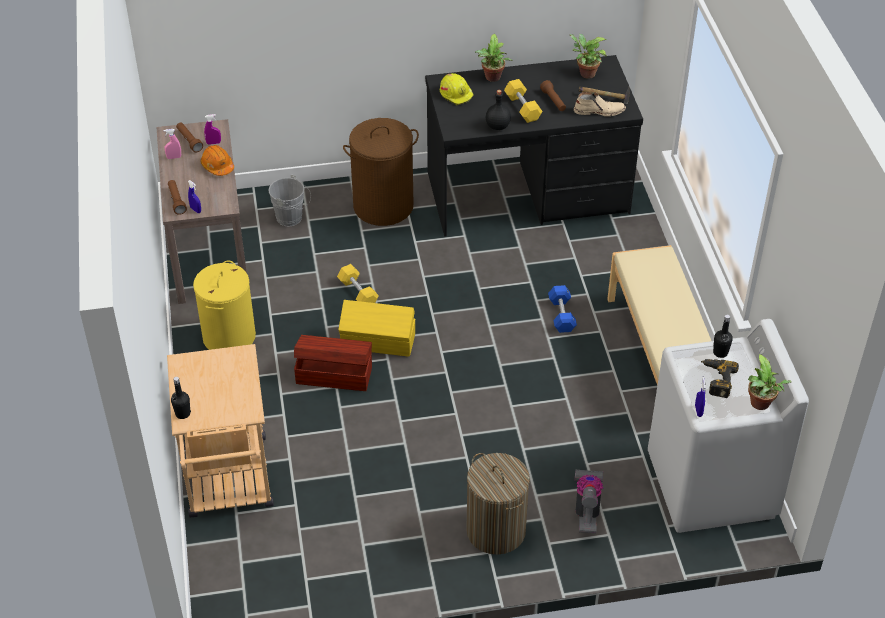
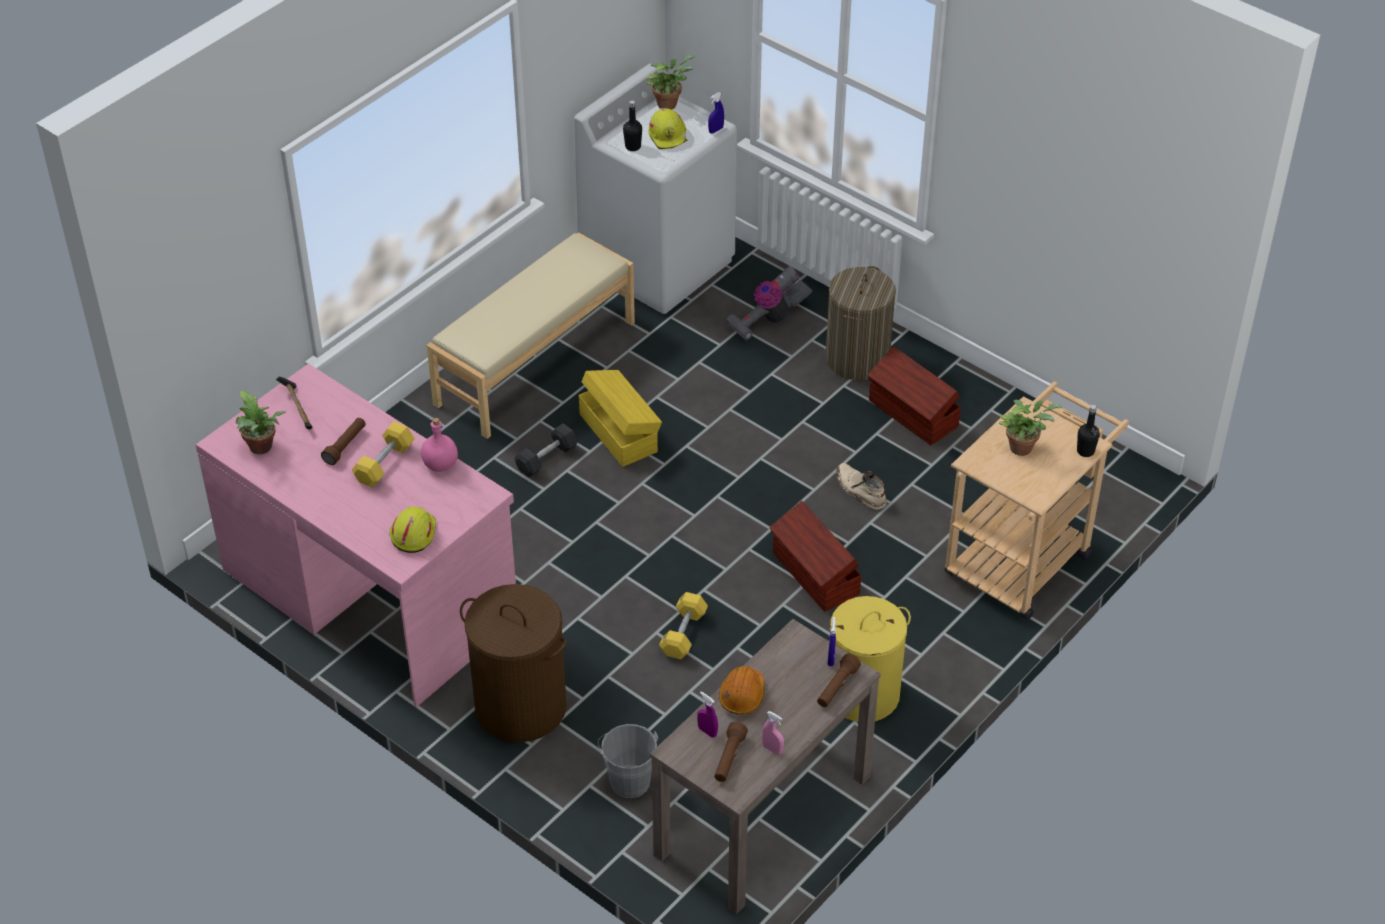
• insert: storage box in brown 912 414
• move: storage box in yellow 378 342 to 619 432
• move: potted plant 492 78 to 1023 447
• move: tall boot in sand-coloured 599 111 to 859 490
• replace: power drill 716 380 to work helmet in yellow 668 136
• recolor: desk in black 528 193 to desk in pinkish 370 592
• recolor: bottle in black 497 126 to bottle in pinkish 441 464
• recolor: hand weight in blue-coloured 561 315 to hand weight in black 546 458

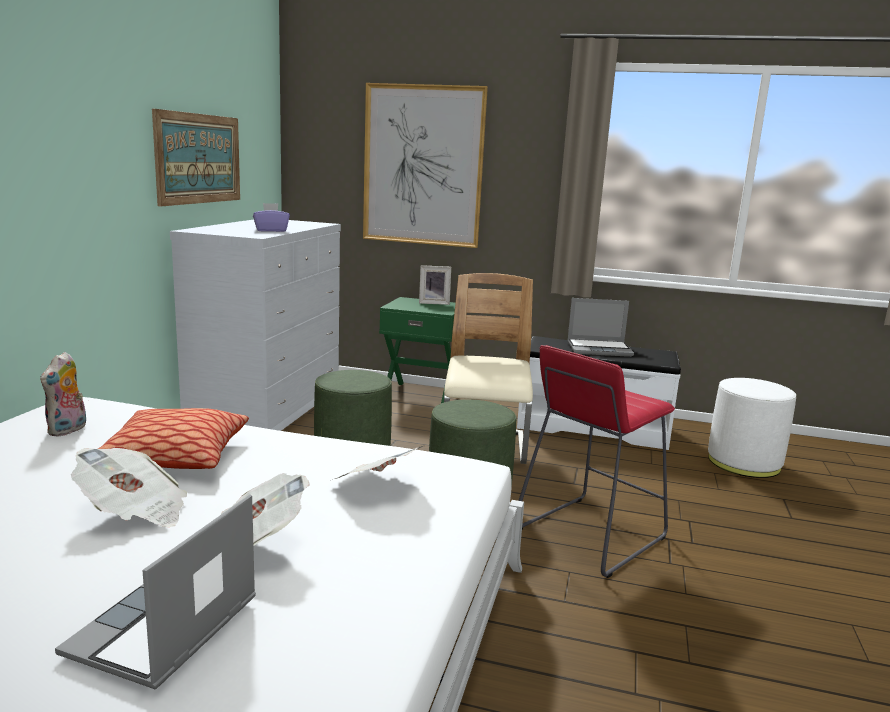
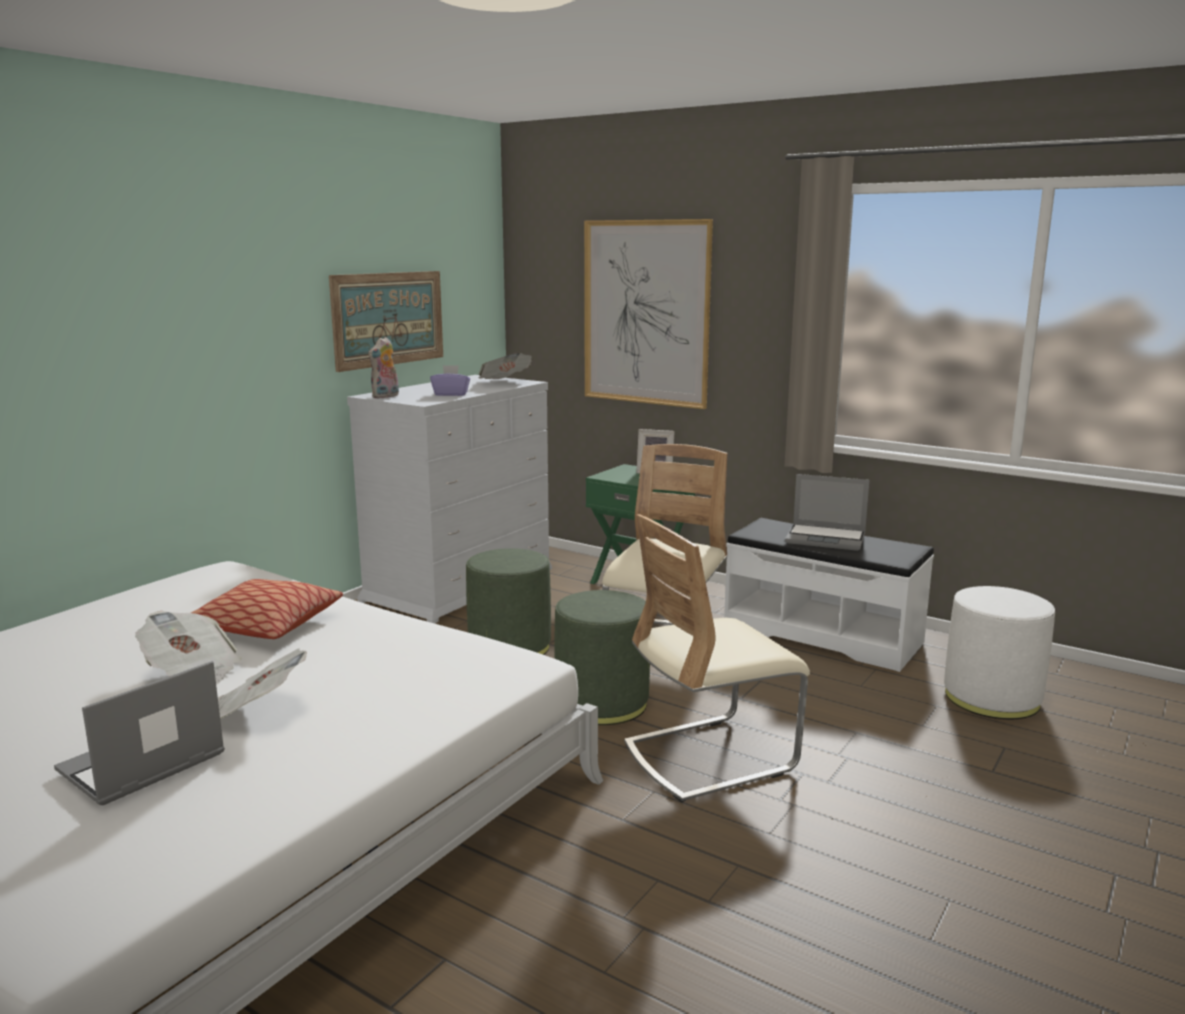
• move: soft toy 68 430 to 386 396
• move: daily paper 376 486 to 505 382
• replace: stool seat in reddish 589 535 to upright chair in sand-coloured 709 757

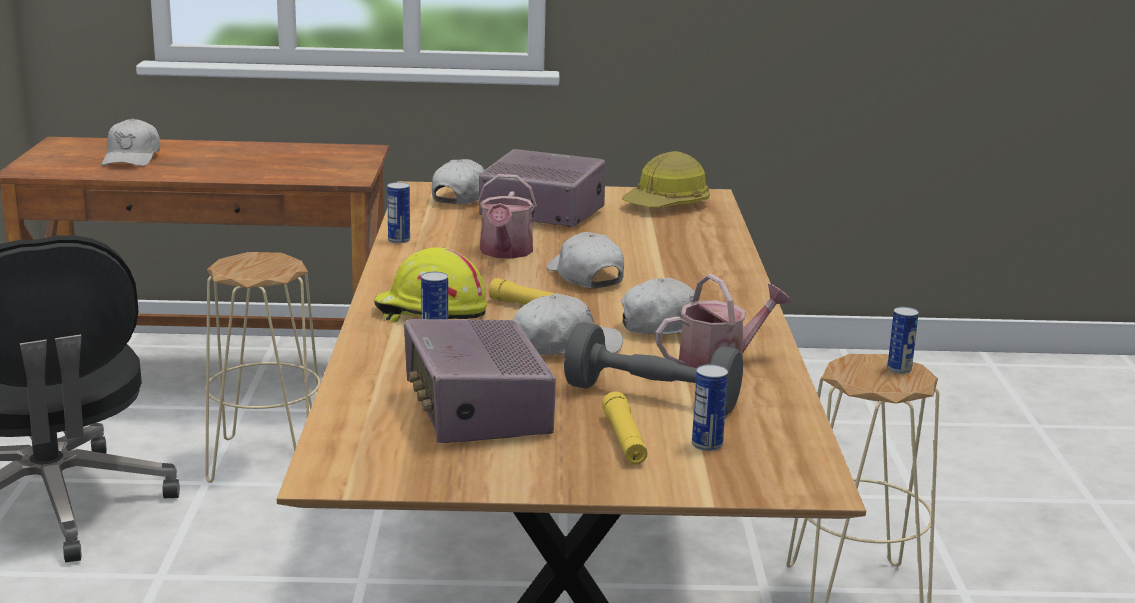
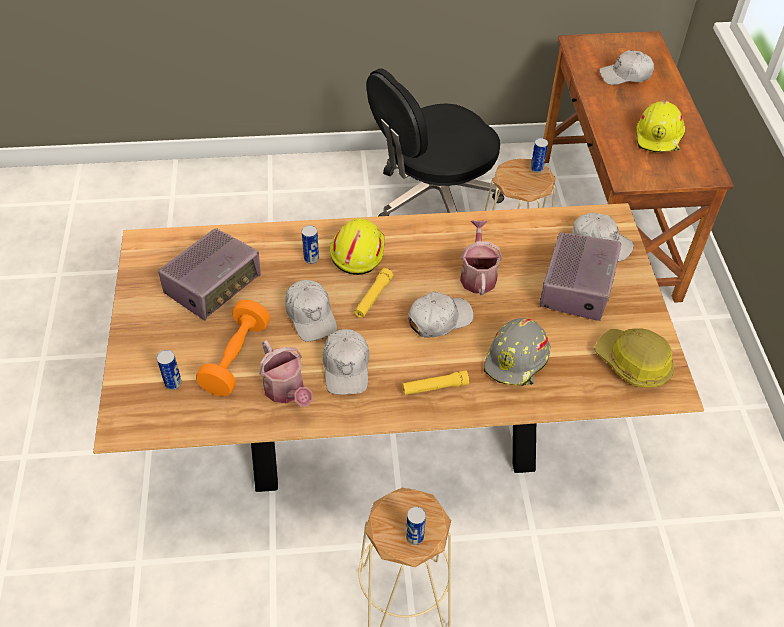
• insert: work helmet in gray 517 360
• insert: work helmet in yellow 659 137
• move: can 399 240 to 536 168
• move: torch in yellow 624 440 to 434 387
• recolor: hand weight in gray 651 398 to hand weight in orange 236 358
• rotate: radio 476 412 = 214 285 150 degrees clockwise
• rotate: watering pot 505 253 = 478 275 90 degrees clockwise

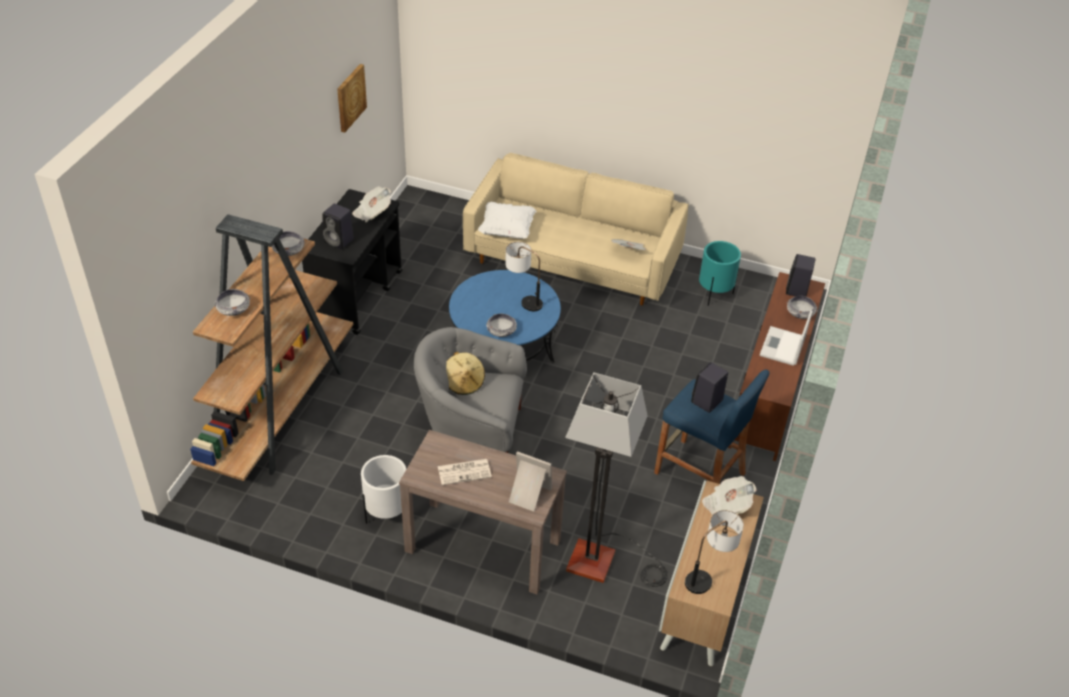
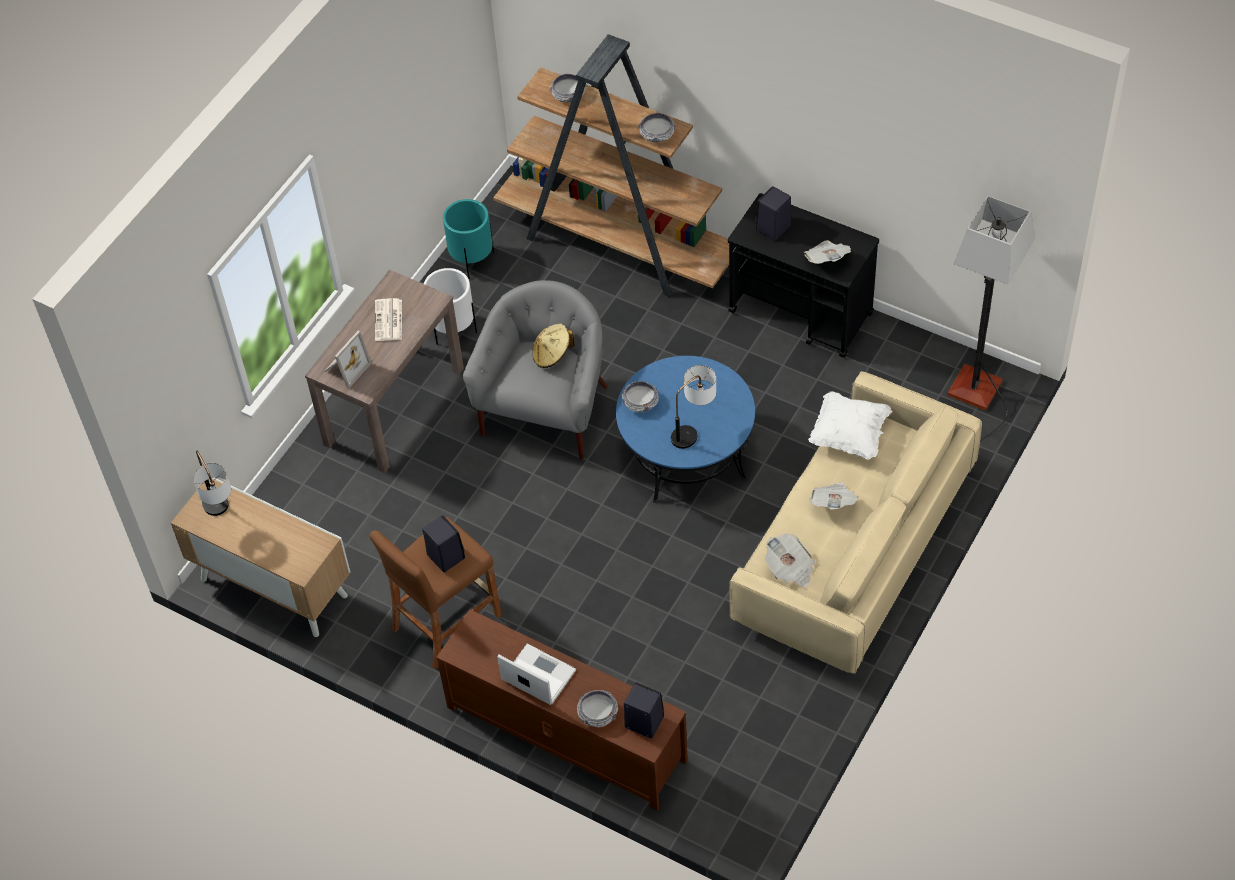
• delete: wall picture 350 97
• move: standard lamp 605 562 to 972 401
• move: planter in turquoise-coloured 714 294 to 472 260
• move: daily paper 726 505 to 833 503
• recolor: stool seat in blue-coloured 699 473 to stool seat in brown 446 622

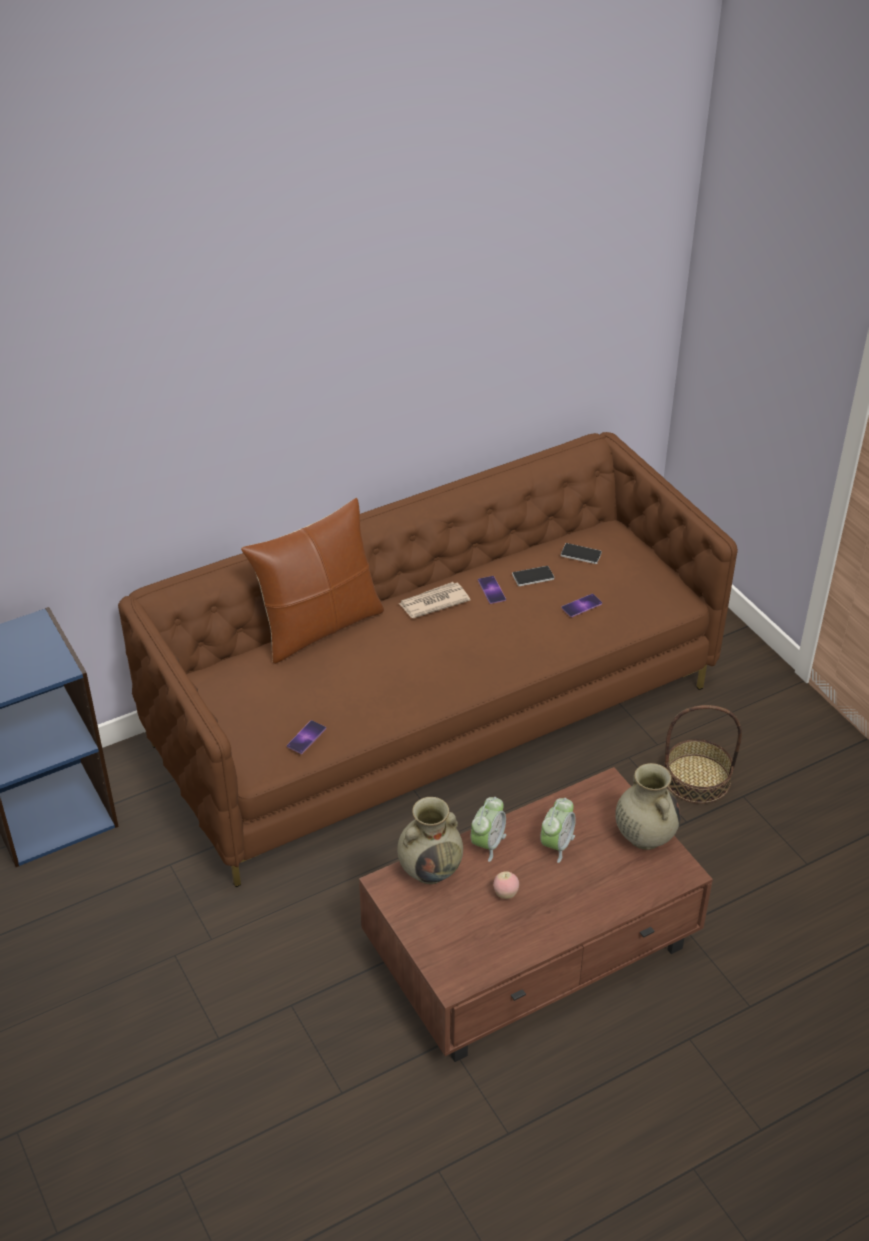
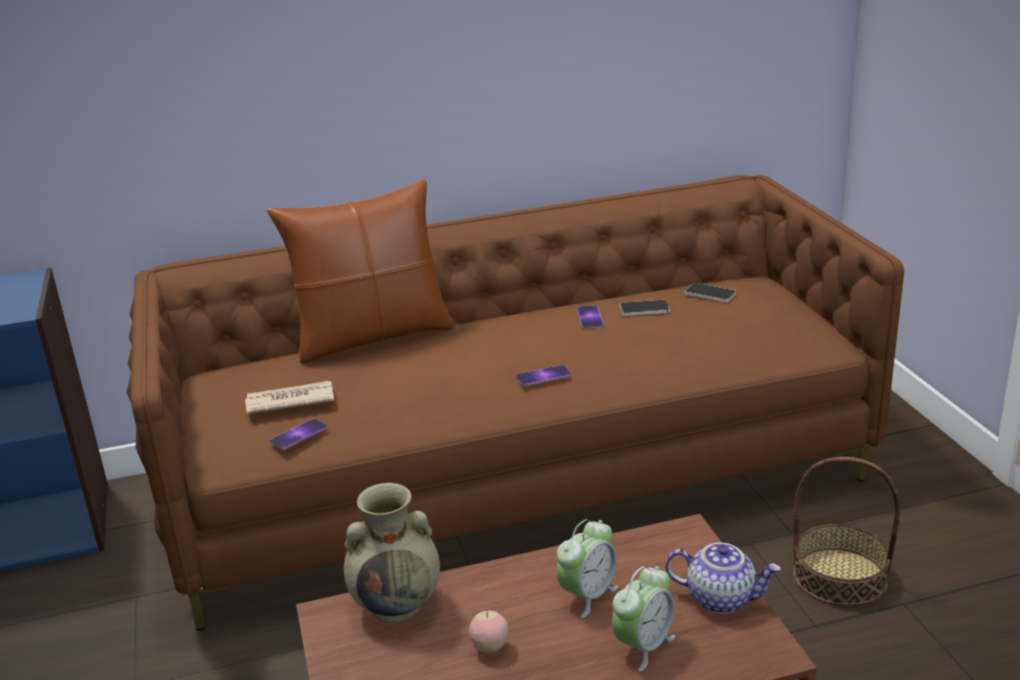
• move: daily paper 433 602 to 289 401
• move: bedside clock 487 844 to 643 646
• move: handset 581 605 to 543 376
• replace: vase in sand-coloured 644 835 to tea pot 721 598

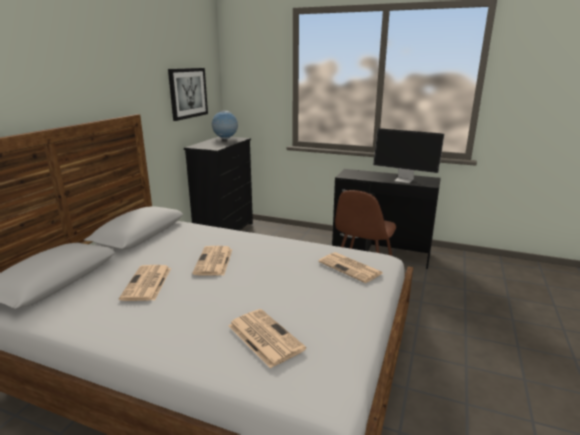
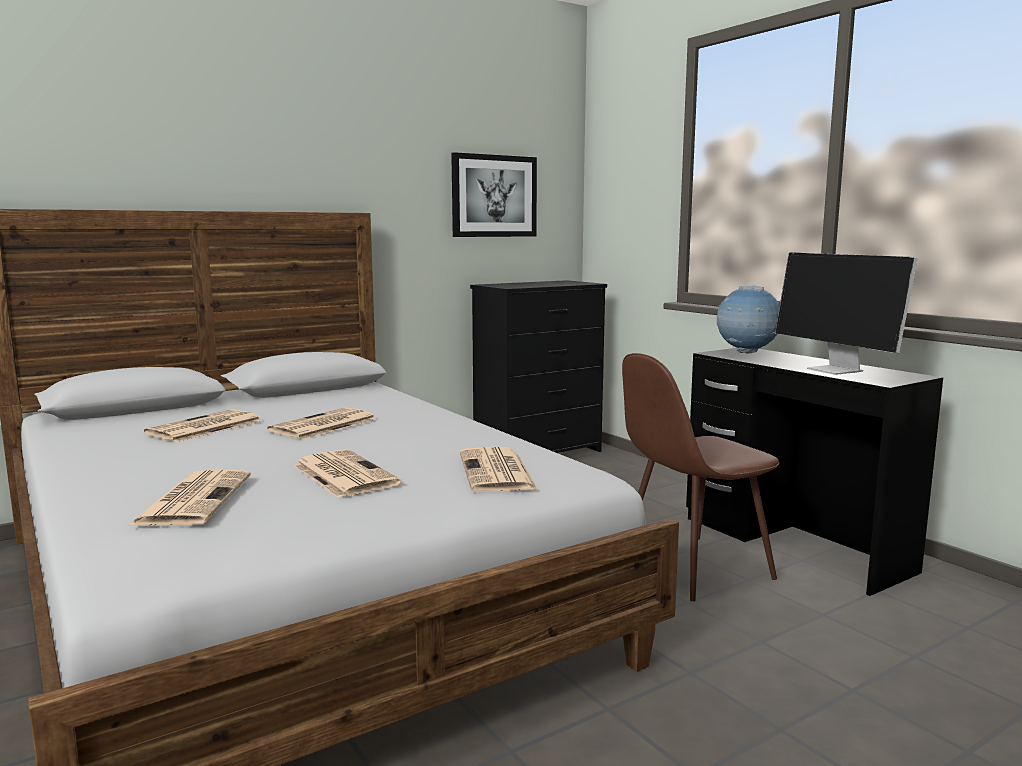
• insert: daily paper 343 474
• move: world globe 225 139 to 746 353

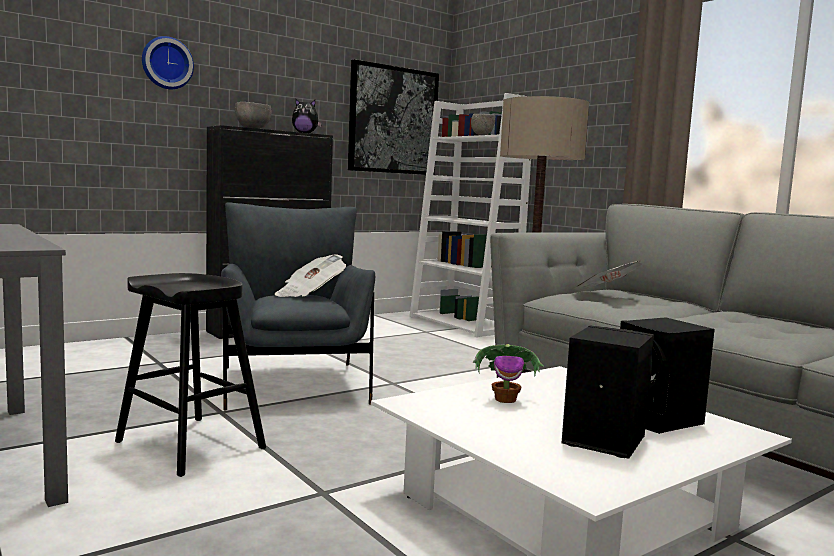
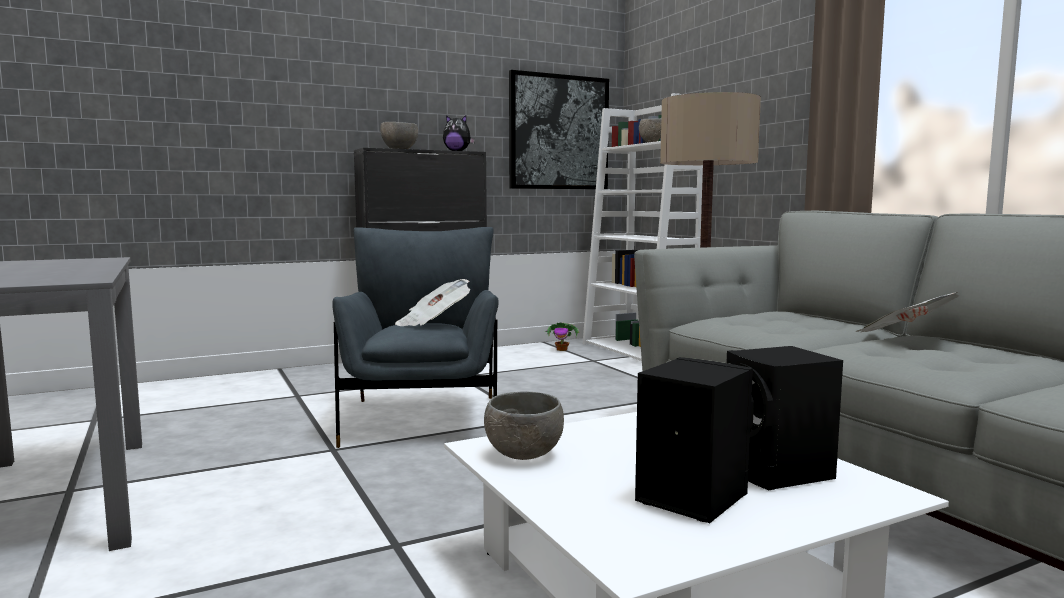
• delete: stool seat in black 190 445
• delete: hanging clock 166 63
• insert: serving bowl in gray 522 455
• move: potted plant 506 399 to 562 349
• move: daily paper 604 294 to 903 338

